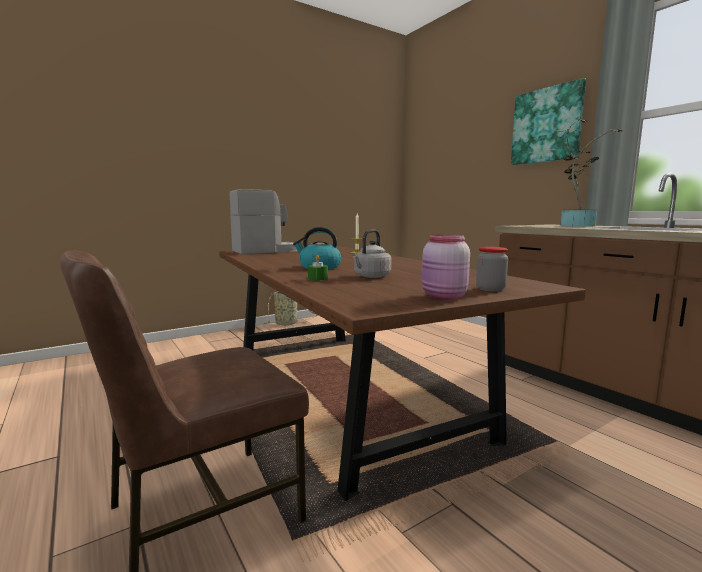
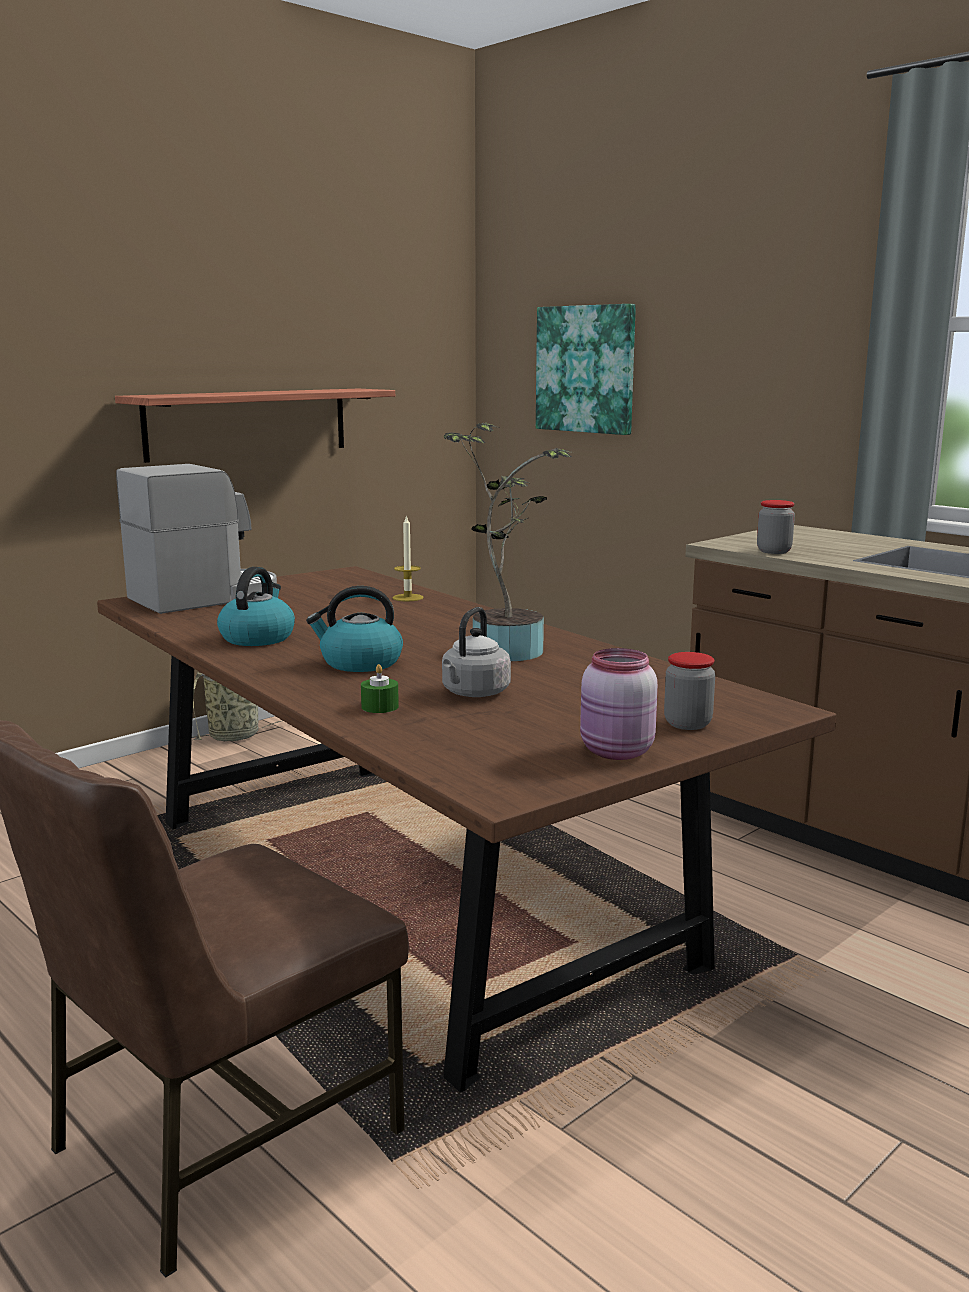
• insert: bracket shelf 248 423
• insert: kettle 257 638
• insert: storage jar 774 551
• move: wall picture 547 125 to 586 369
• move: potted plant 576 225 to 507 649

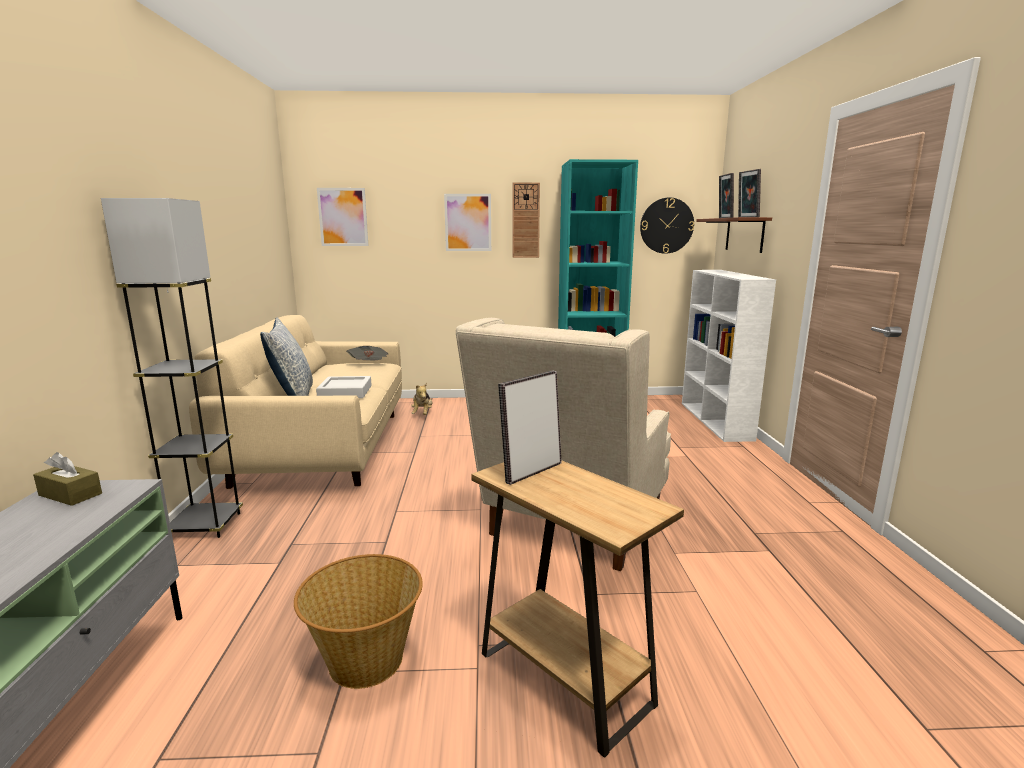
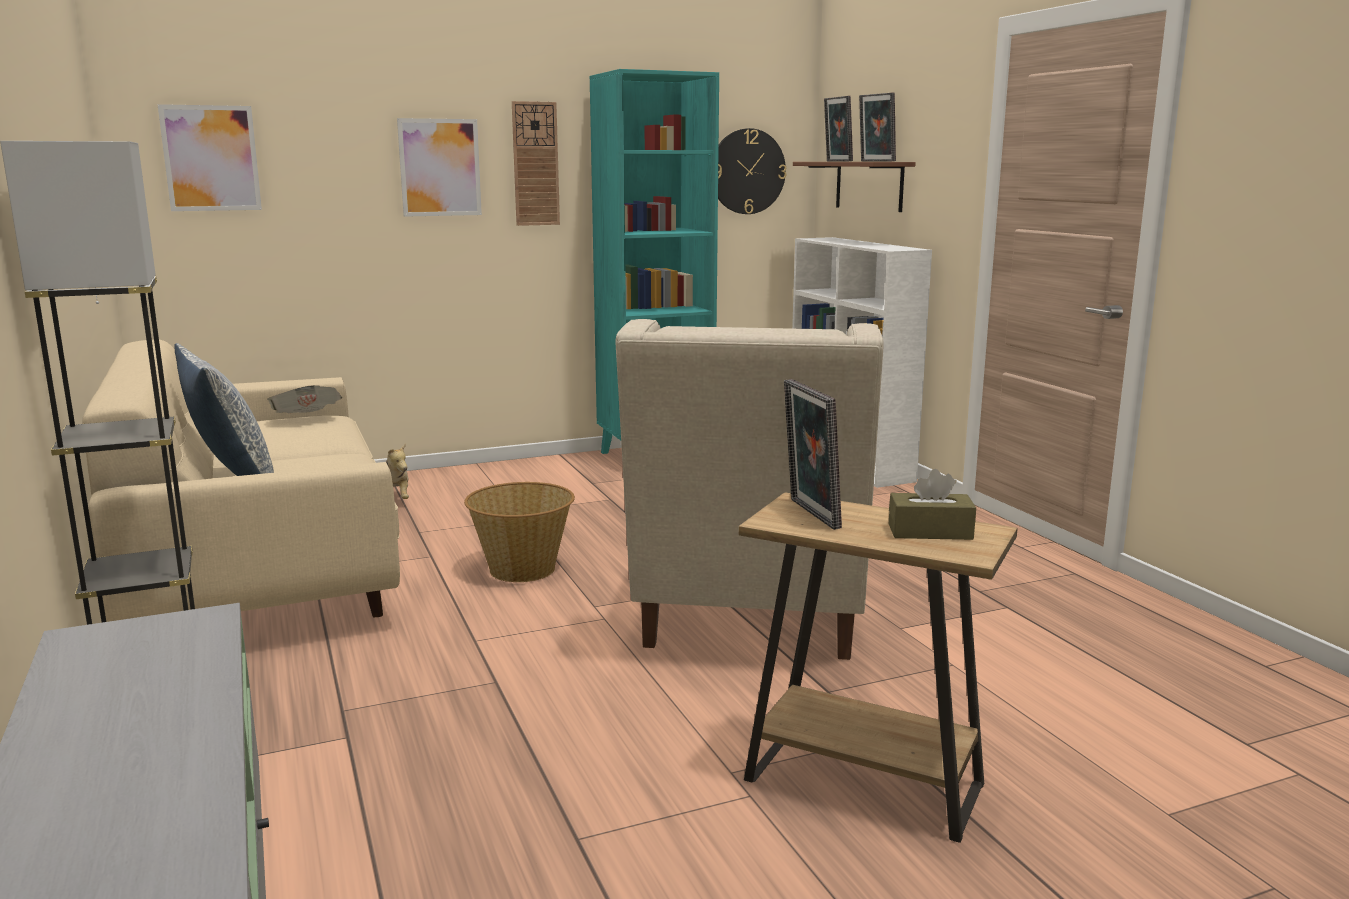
• delete: carrying tray in gray 345 392
• move: tissue box in brown 70 494 to 930 532
• move: household basket 365 661 to 522 570
• rotate: picture frame 531 471 = 809 514 45 degrees counterclockwise

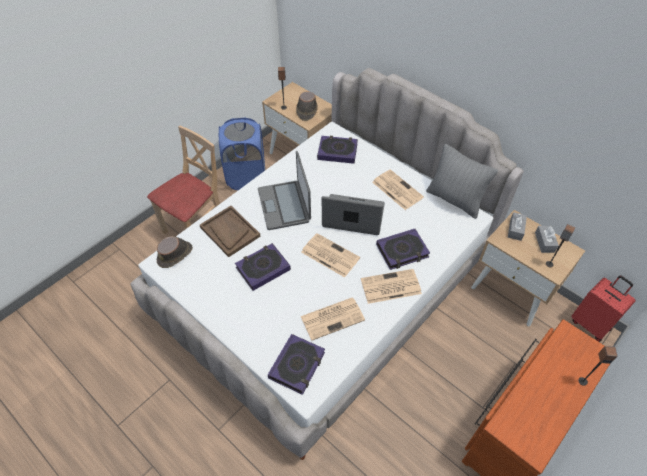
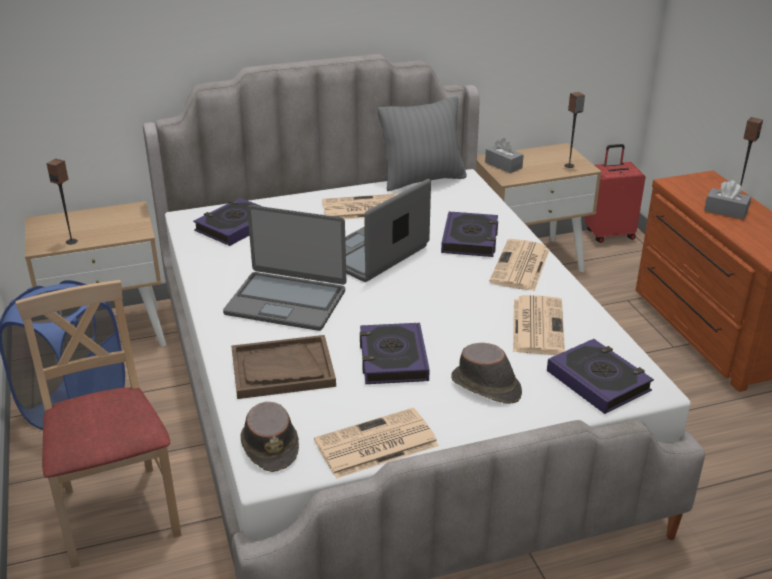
• move: clothing hat in brown 306 110 to 486 387
• move: daily paper 329 255 to 375 444
• move: tissue box in gray 544 242 to 725 211

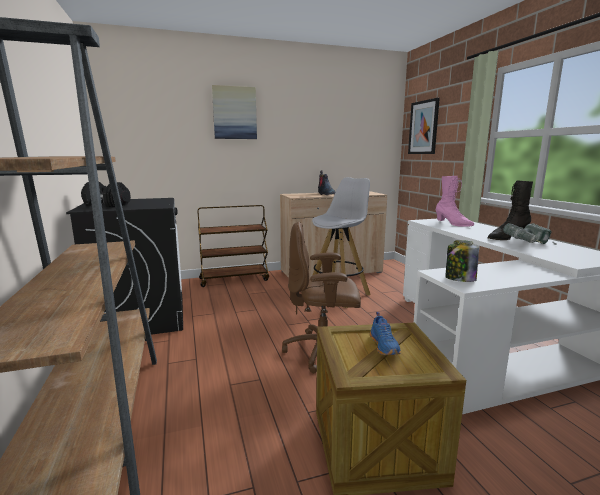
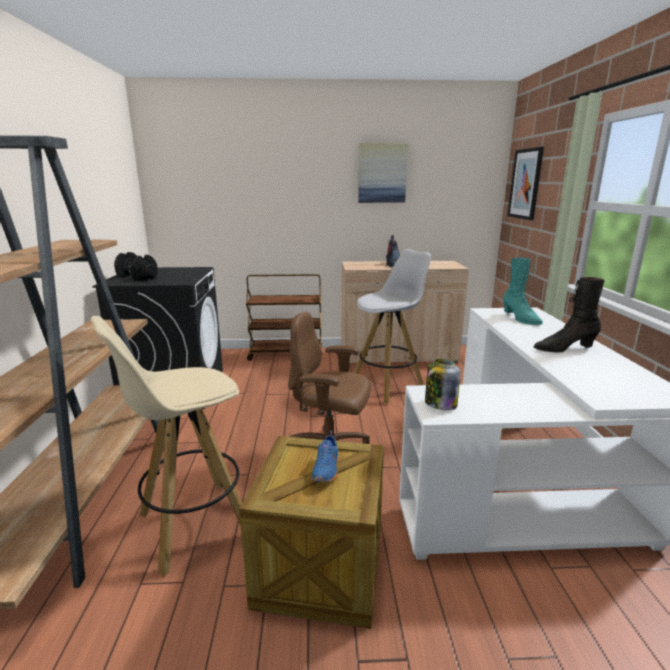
• delete: power drill 530 245
• insert: stool seat in sand-coloured 192 526
• move: wall picture 234 113 to 382 173
• recolor: tall boot in pinkish 453 224 to tall boot in turquoise-coloured 520 319

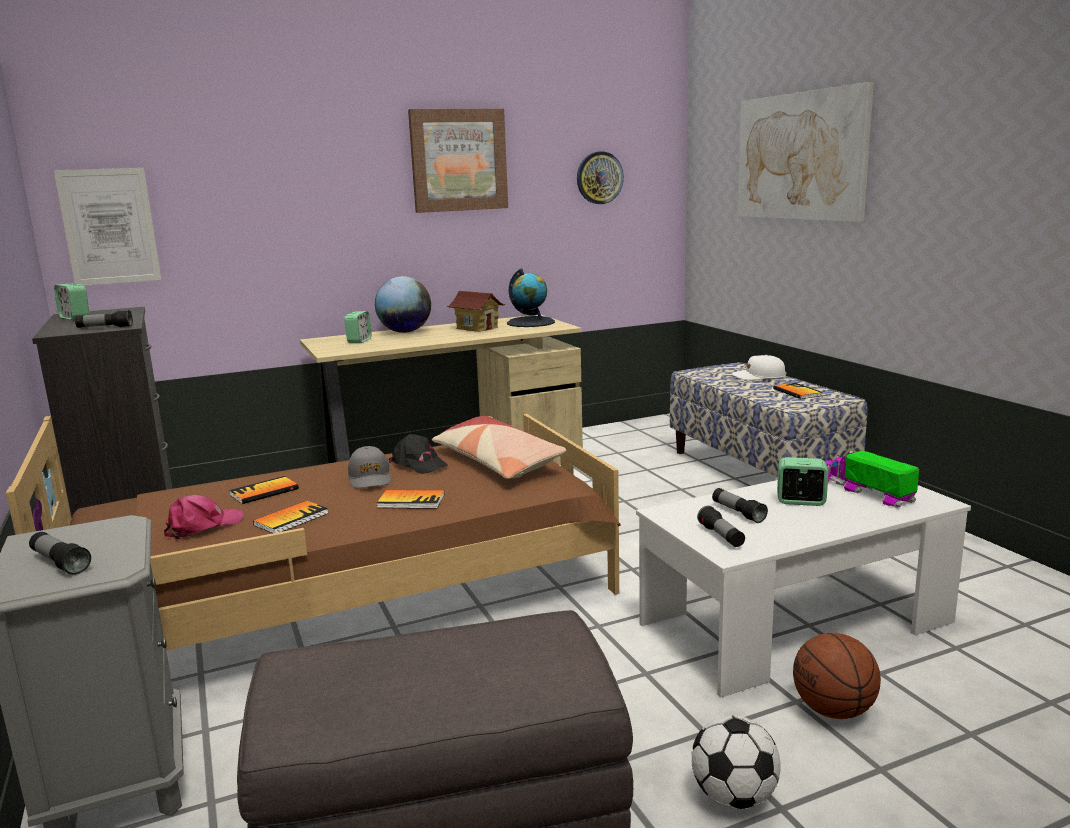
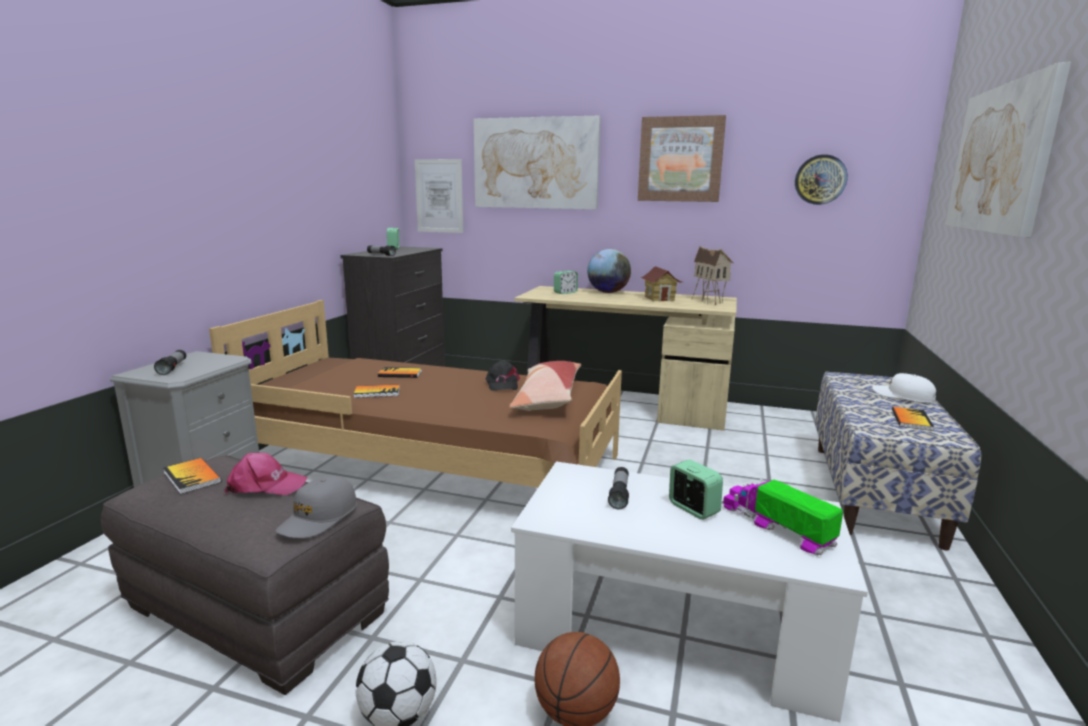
• delete: torch 721 536
• insert: wall picture 535 163
• move: baseball cap in pinkish 202 526 to 265 486
• move: baseball cap in gray 370 478 to 318 518
• move: volume 411 501 to 192 477
• replace: world globe 531 322 to model house 709 302
• rotate: toy truck 864 491 = 776 527 45 degrees counterclockwise

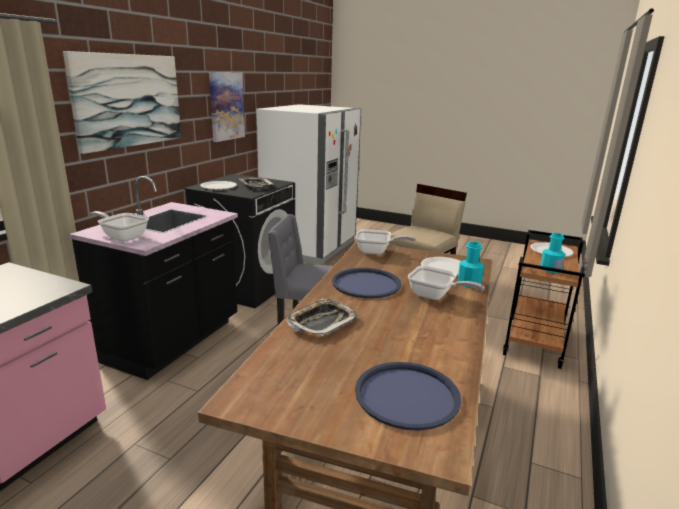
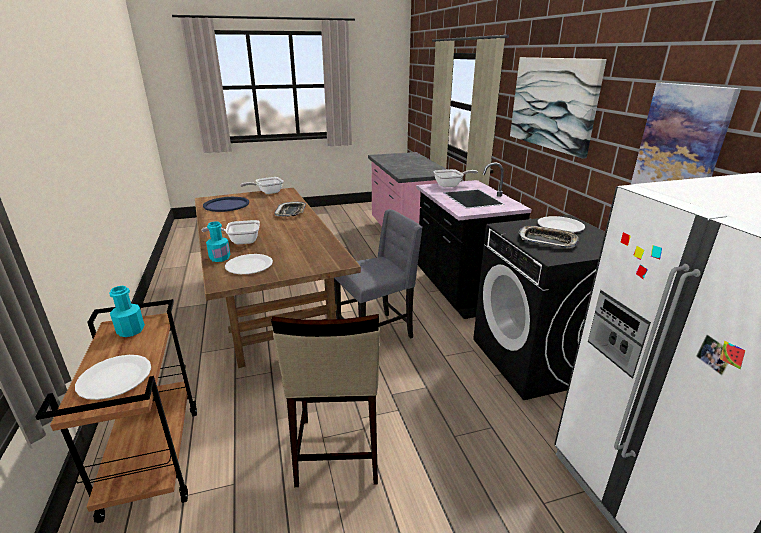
• delete: carrying tray in blue-coloured 366 284
• move: frying pan 377 251 to 267 192

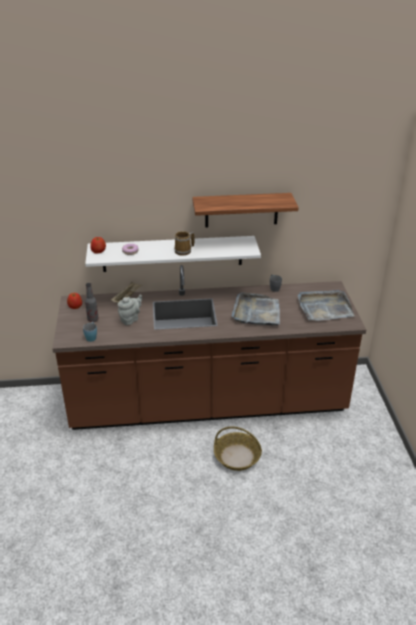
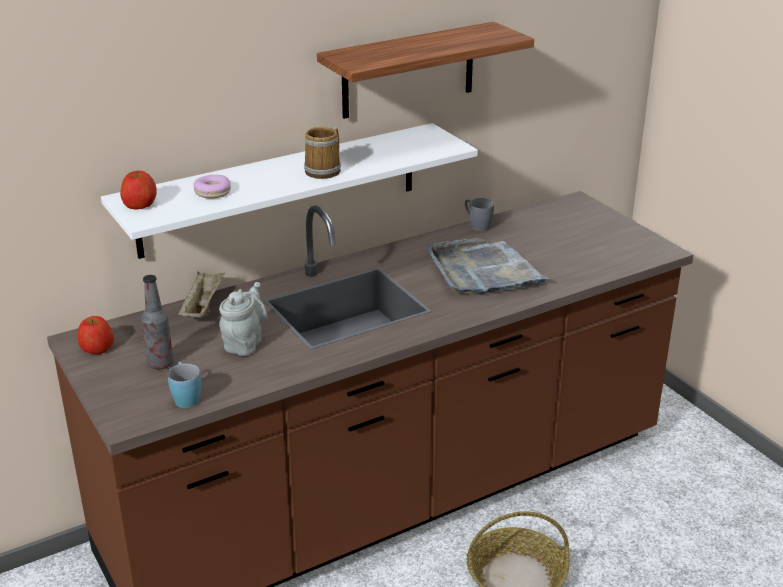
• delete: carrying tray in gray 324 307

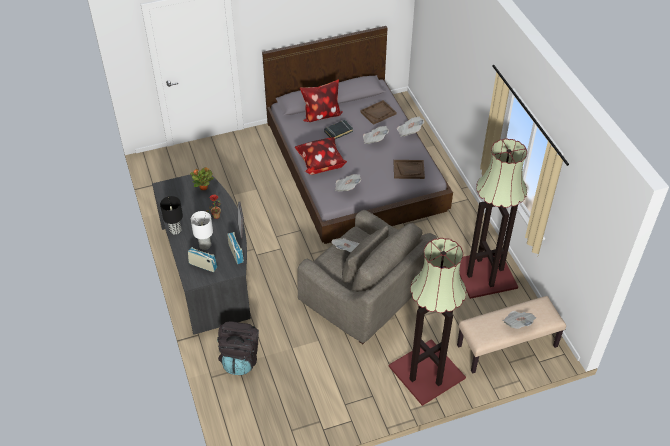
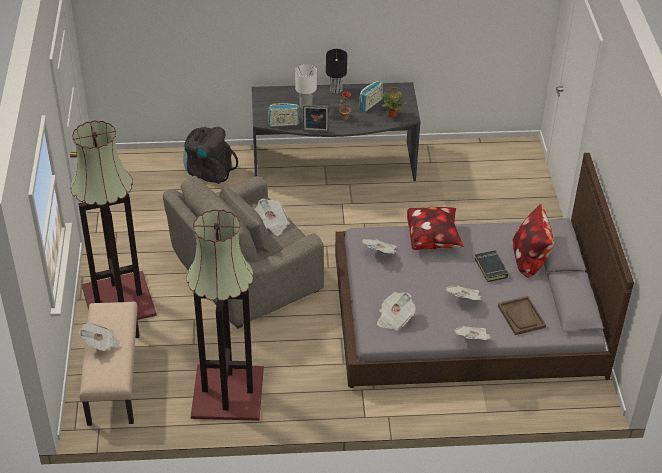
• move: radio 203 265 to 370 104
• replace: carrying tray in brown 409 170 to daily paper 394 318

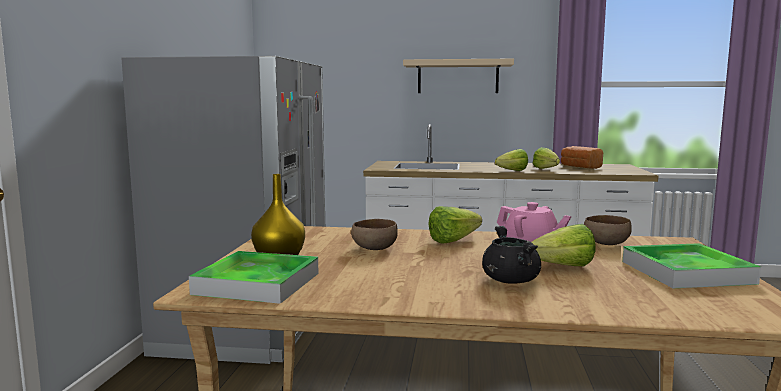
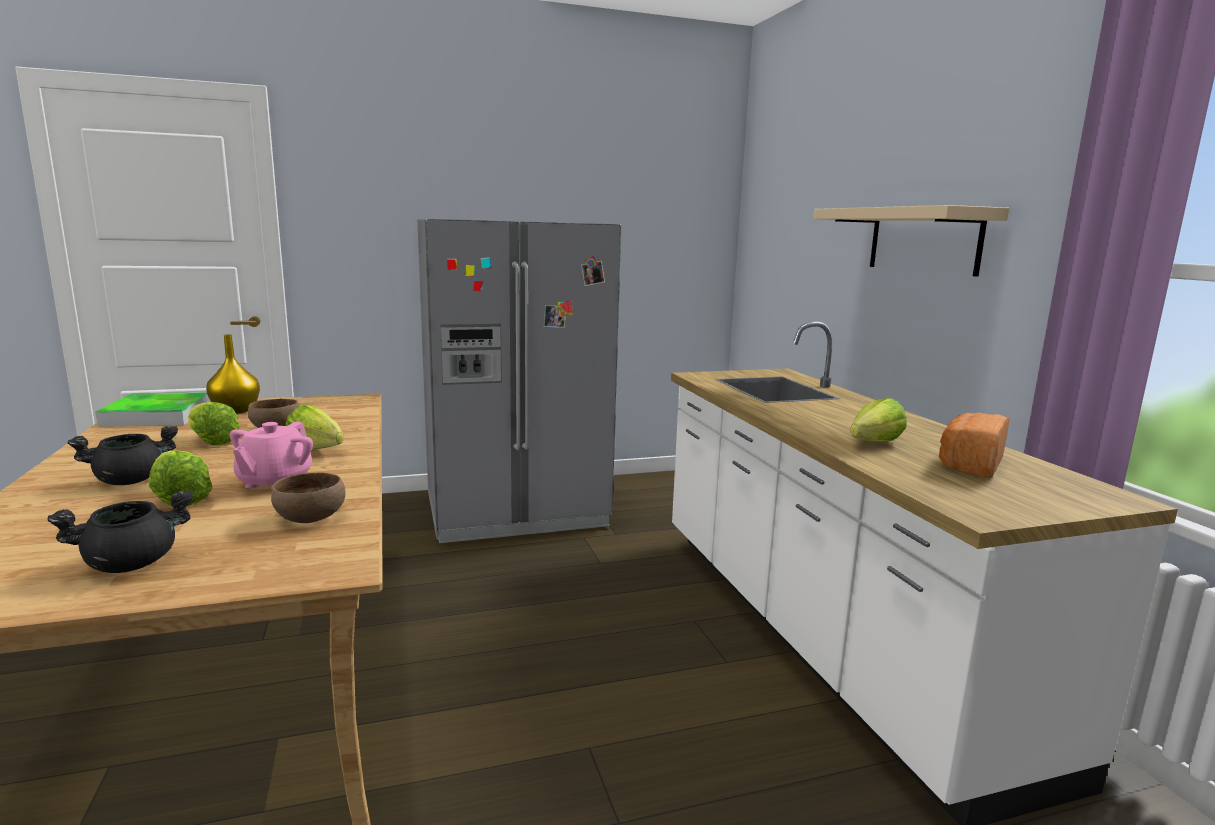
• move: lettuce 509 171 to 211 439
• replace: carrying tray 686 272 to saucepot in black 132 563

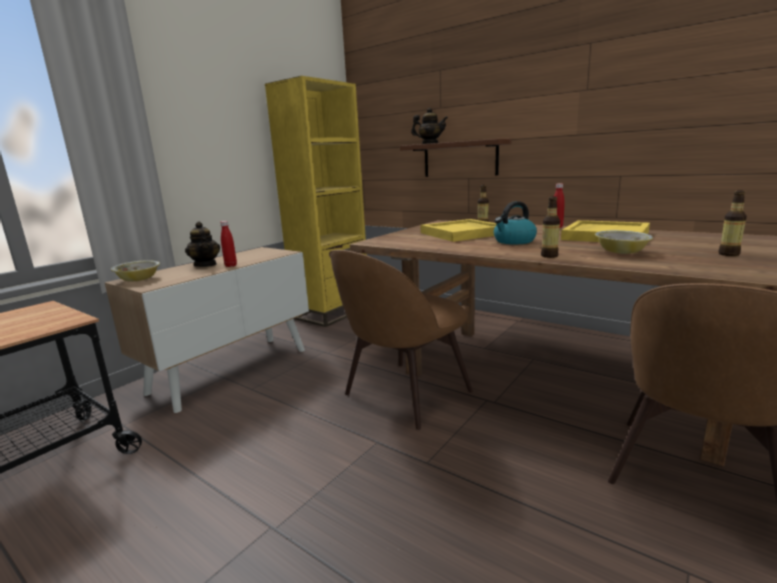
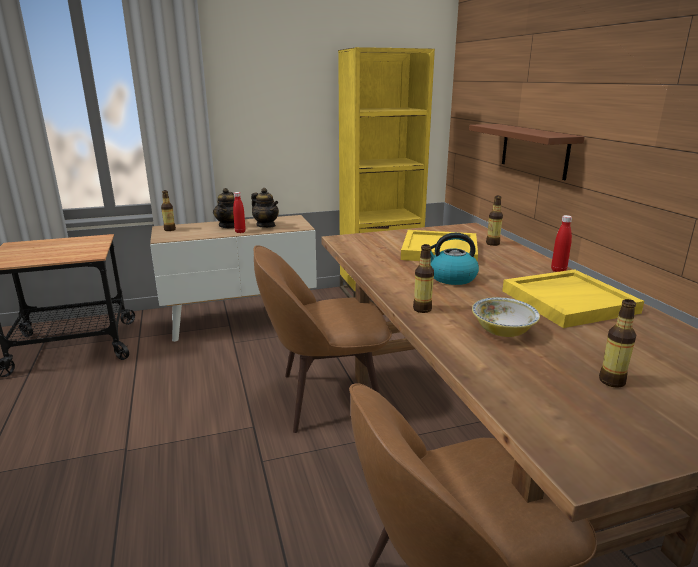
• move: tea pot 430 143 to 266 225
• replace: serving bowl 138 280 to bottle 170 229

